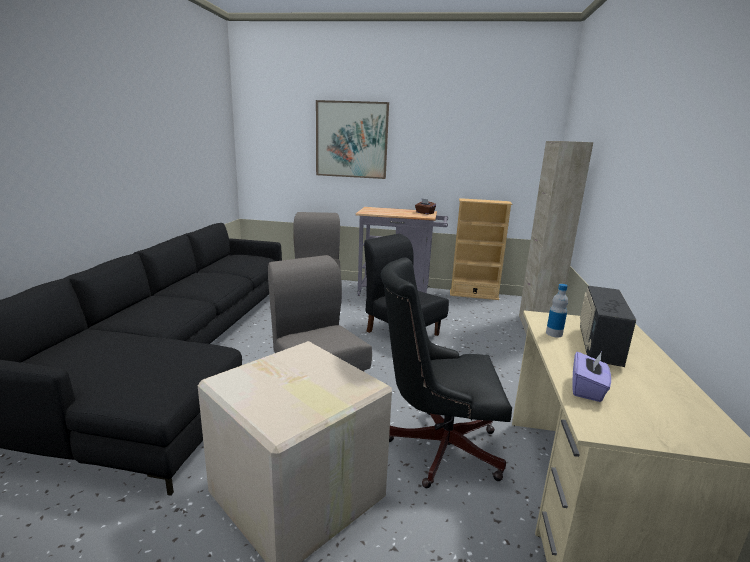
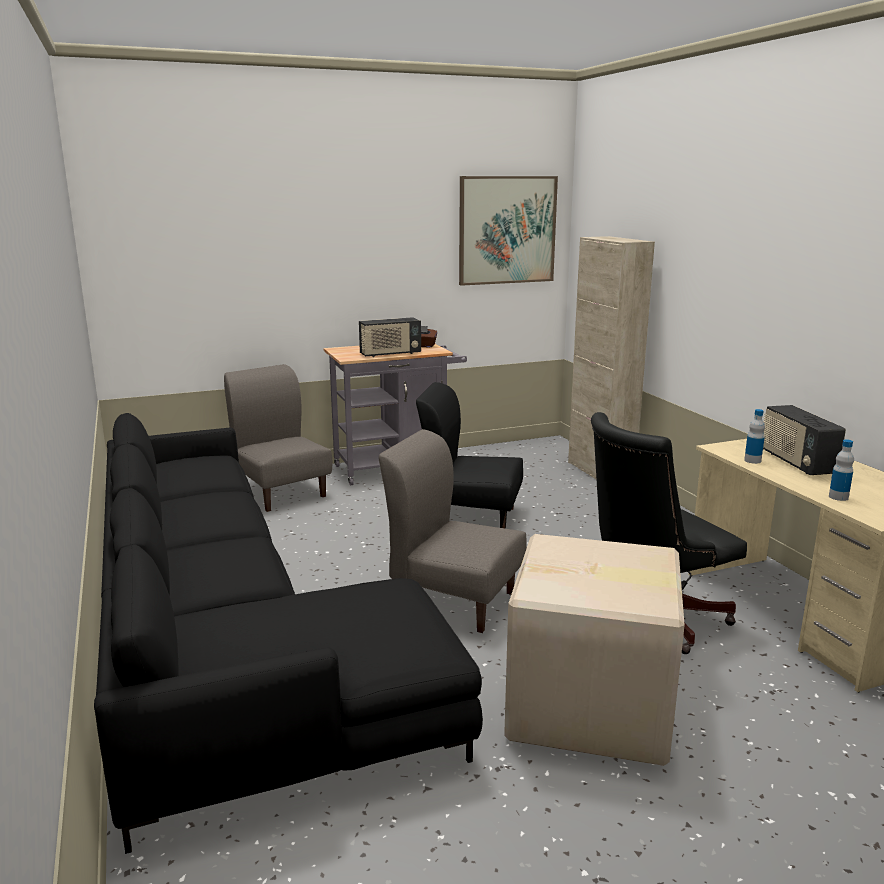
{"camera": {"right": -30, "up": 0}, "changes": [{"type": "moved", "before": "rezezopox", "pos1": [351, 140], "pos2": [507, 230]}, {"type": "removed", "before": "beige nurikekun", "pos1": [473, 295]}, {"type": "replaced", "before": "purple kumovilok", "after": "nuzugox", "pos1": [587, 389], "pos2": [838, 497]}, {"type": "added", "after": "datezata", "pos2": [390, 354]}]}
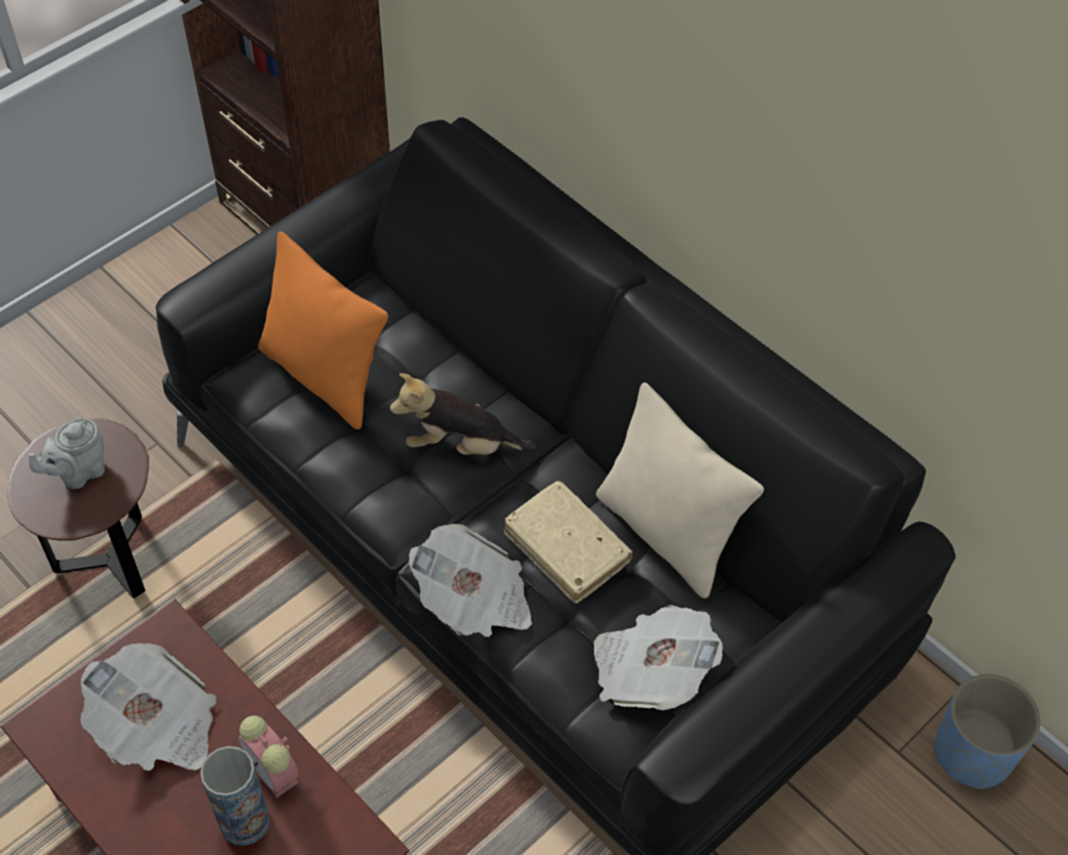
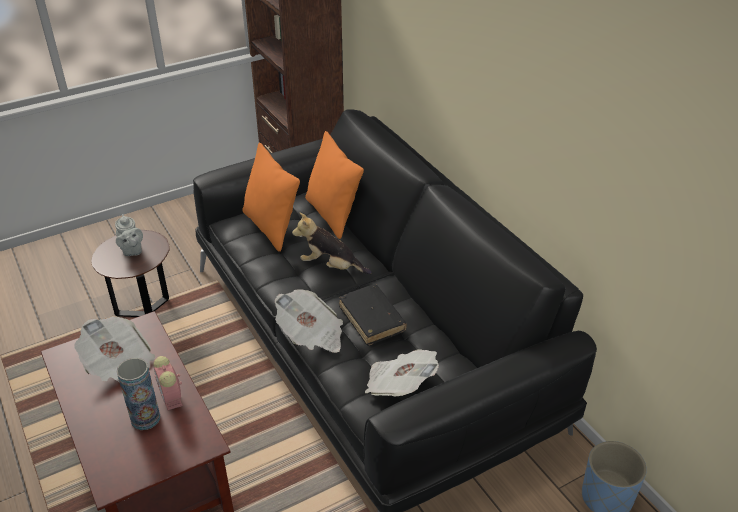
{"camera": {"right": 15, "up": -15}, "changes": [{"type": "removed", "before": "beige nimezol", "pos1": [667, 534]}, {"type": "turned", "before": "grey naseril", "pos1": [79, 473], "pos2": [131, 251], "turn": -90}, {"type": "recoloured", "before": "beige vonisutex", "after": "black vonisutex", "pos1": [567, 548], "pos2": [372, 320]}, {"type": "added", "after": "orange nimezol", "pos2": [332, 215]}]}
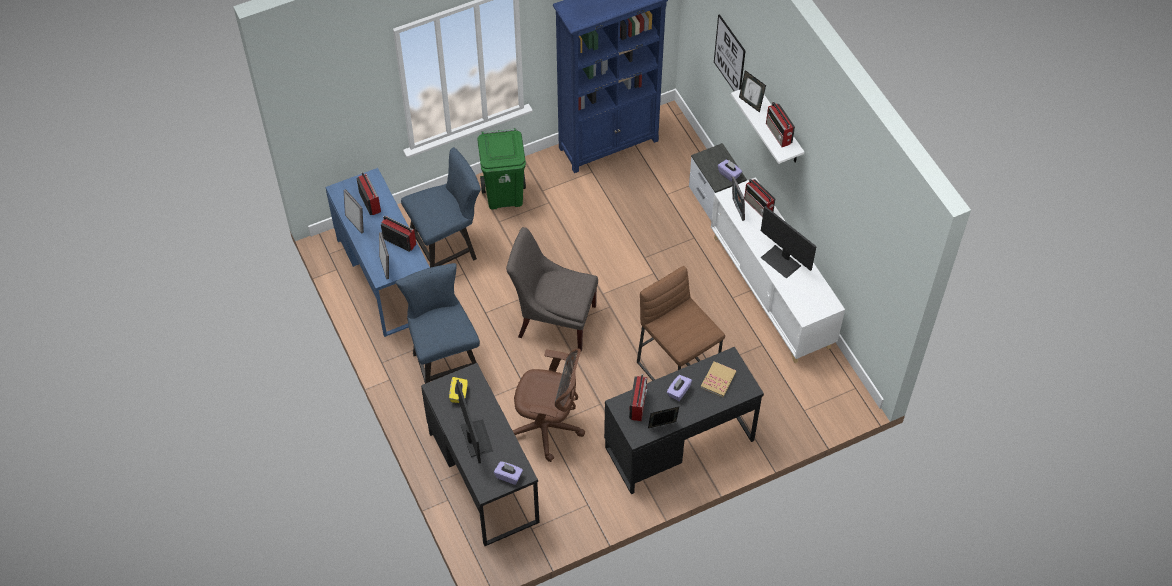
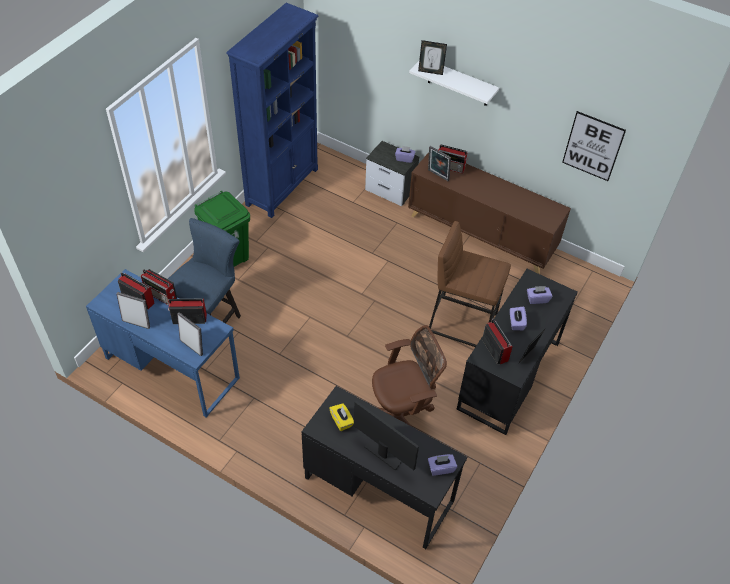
{"camera": {"right": -35, "up": -5}, "changes": [{"type": "moved", "before": "rezezopox", "pos1": [729, 56], "pos2": [593, 146]}, {"type": "moved", "before": "datezata", "pos1": [779, 134], "pos2": [161, 296]}, {"type": "recoloured", "before": "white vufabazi", "after": "brown vufabazi", "pos1": [771, 292], "pos2": [481, 234]}, {"type": "removed", "before": "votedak", "pos1": [781, 261]}, {"type": "removed", "before": "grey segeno", "pos1": [553, 319]}, {"type": "removed", "before": "blue segeno", "pos1": [444, 362]}, {"type": "replaced", "before": "vonisutex", "after": "purple kumovilok", "pos1": [718, 380], "pos2": [537, 299]}]}
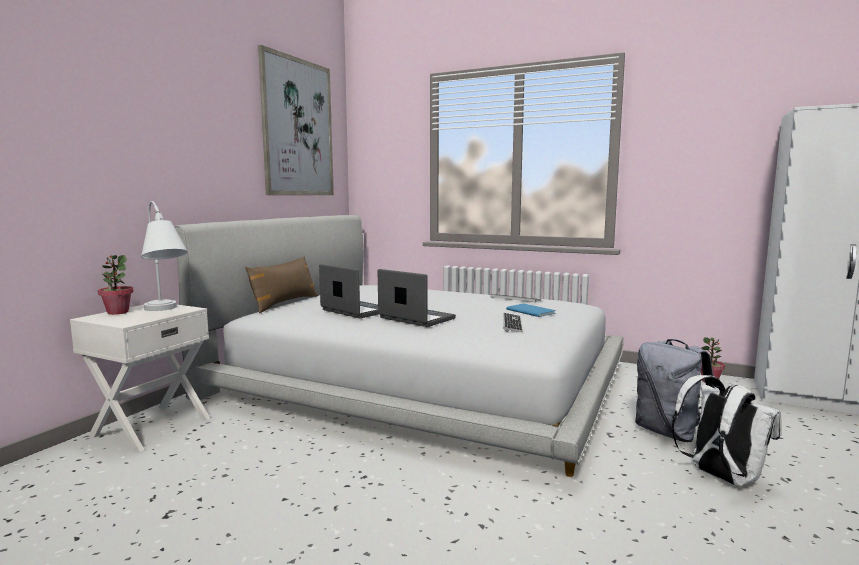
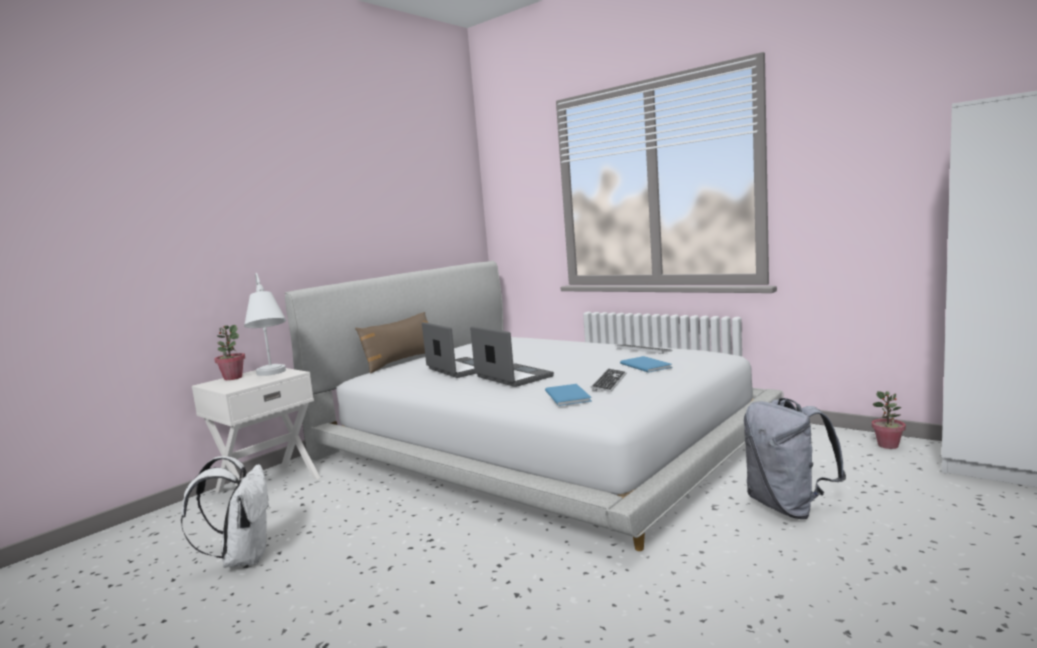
{"camera": {"right": 15, "up": 0}, "changes": [{"type": "removed", "before": "rezezopox", "pos1": [298, 128]}, {"type": "moved", "before": "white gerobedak", "pos1": [719, 476], "pos2": [243, 558]}, {"type": "added", "after": "blue vonisutex", "pos2": [569, 395]}]}
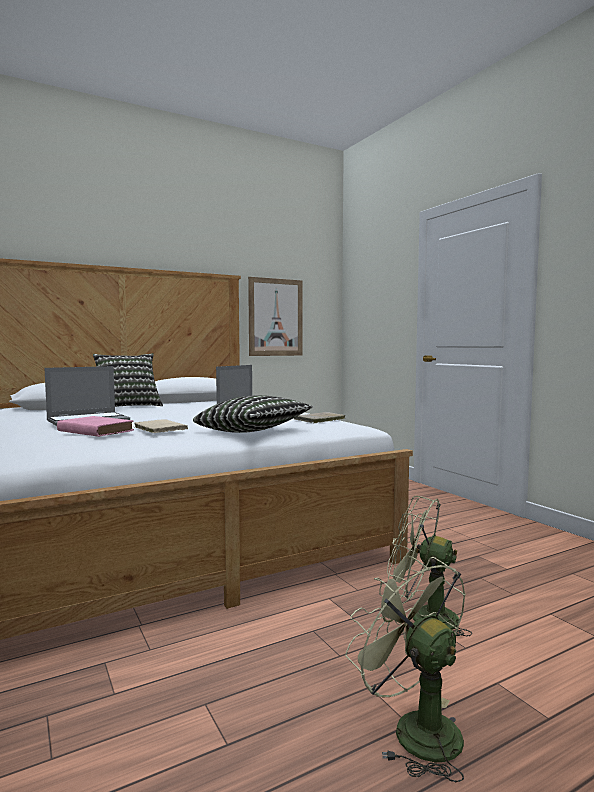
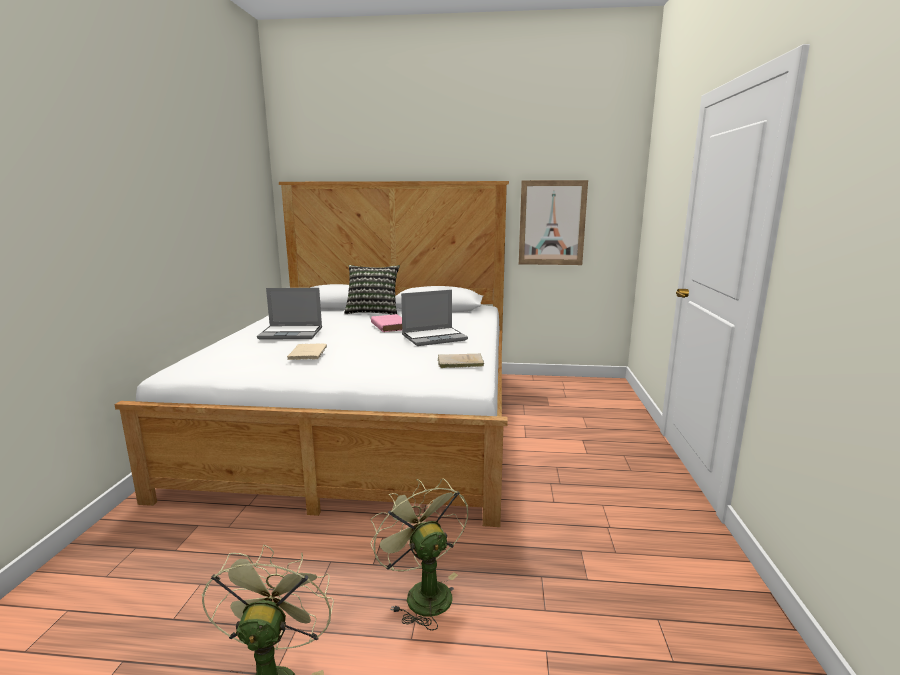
{"camera": {"right": 35, "up": 10}, "changes": [{"type": "removed", "before": "nimezol", "pos1": [252, 432]}, {"type": "moved", "before": "pink vonisutex", "pos1": [94, 431], "pos2": [389, 326]}]}
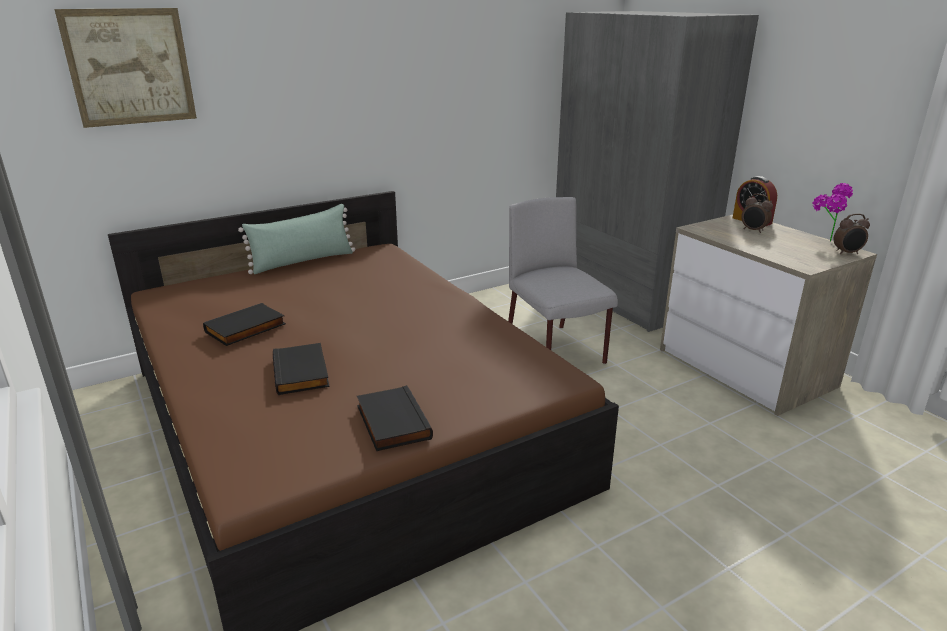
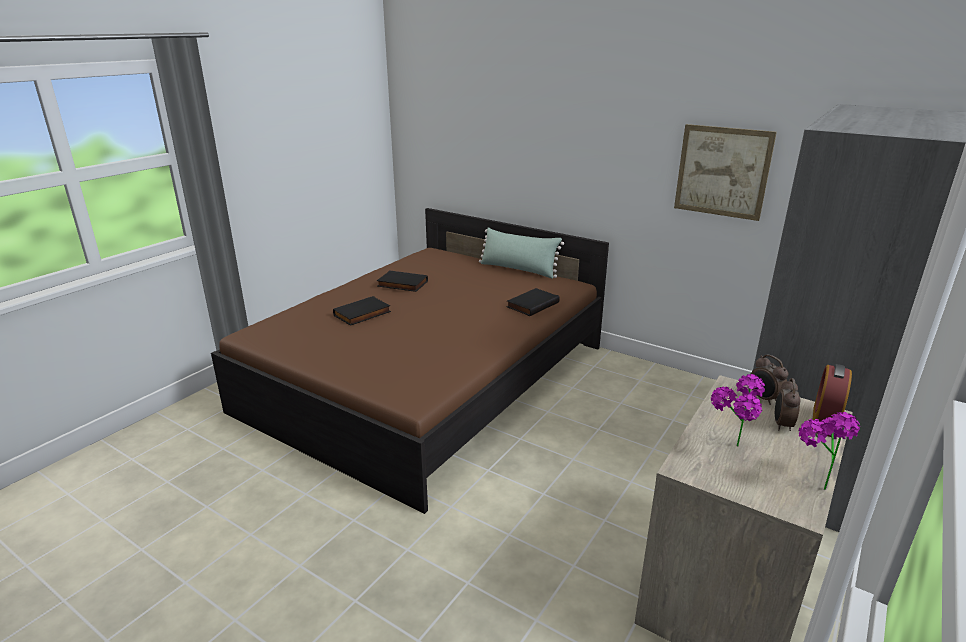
{"camera": {"right": 65, "up": 0}, "changes": [{"type": "moved", "before": "rezezopox", "pos1": [130, 67], "pos2": [722, 172]}, {"type": "removed", "before": "grey segeno", "pos1": [555, 351]}, {"type": "moved", "before": "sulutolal", "pos1": [847, 253], "pos2": [763, 399]}, {"type": "moved", "before": "black vonisutex", "pos1": [391, 422], "pos2": [532, 304]}, {"type": "added", "after": "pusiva", "pos2": [730, 449]}]}
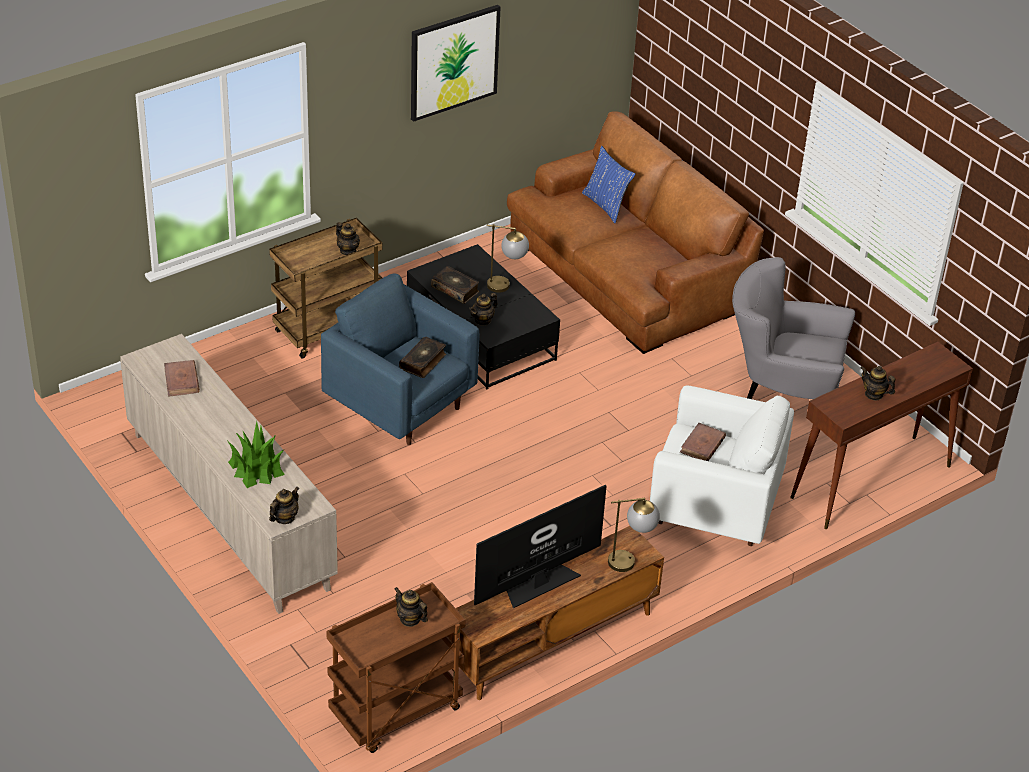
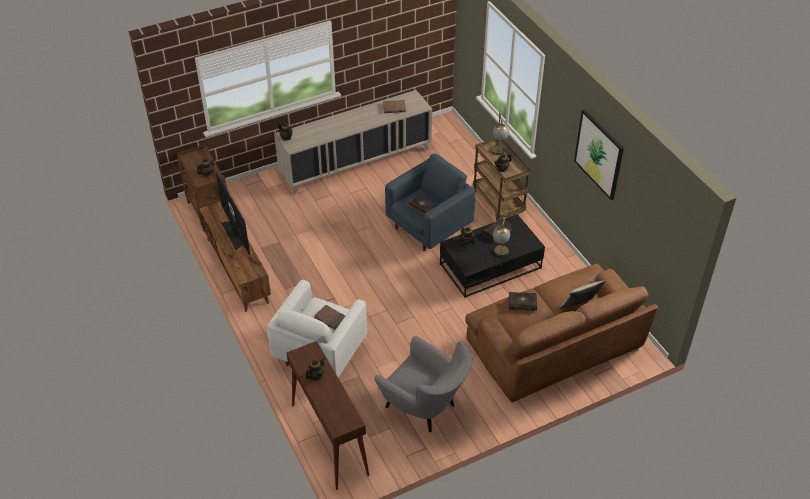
{"camera": {"right": 100, "up": 5}, "changes": [{"type": "recoloured", "before": "blue nimezol", "after": "beige nimezol", "pos1": [606, 205], "pos2": [580, 306]}, {"type": "turned", "before": "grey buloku", "pos1": [781, 391], "pos2": [425, 408], "turn": 105}, {"type": "removed", "before": "pusiva", "pos1": [256, 468]}, {"type": "moved", "before": "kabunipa", "pos1": [630, 561], "pos2": [498, 154]}, {"type": "added", "after": "vonisutex", "pos2": [522, 304]}]}
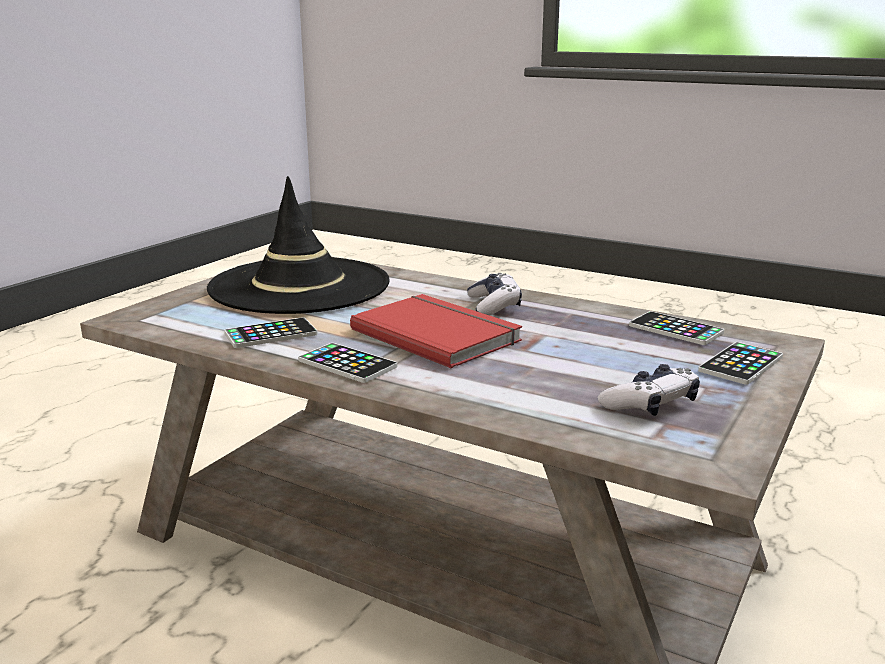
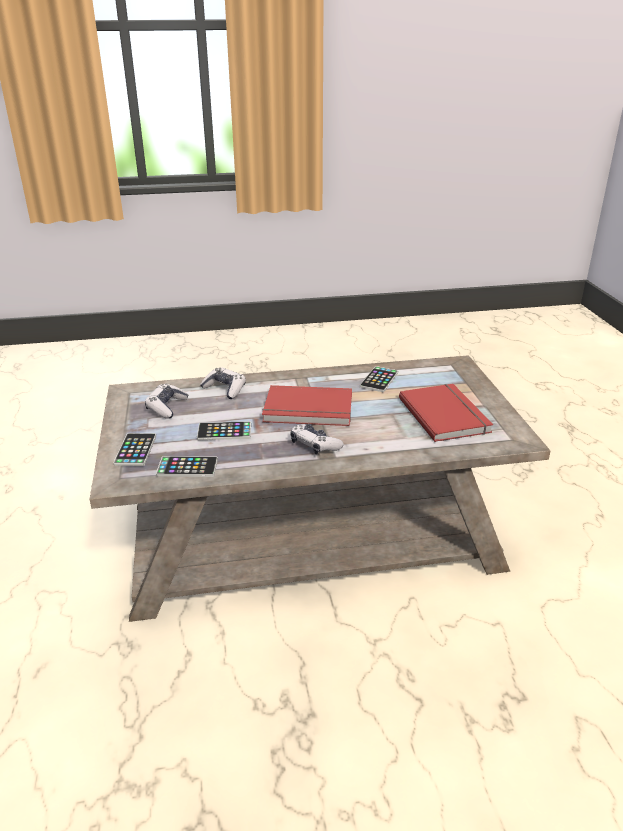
{"camera": {"right": 140, "up": 10}, "changes": [{"type": "replaced", "before": "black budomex", "after": "red vonisutex", "pos1": [299, 286], "pos2": [446, 414]}, {"type": "moved", "before": "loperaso", "pos1": [347, 364], "pos2": [224, 432]}, {"type": "added", "after": "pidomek", "pos2": [225, 389]}]}
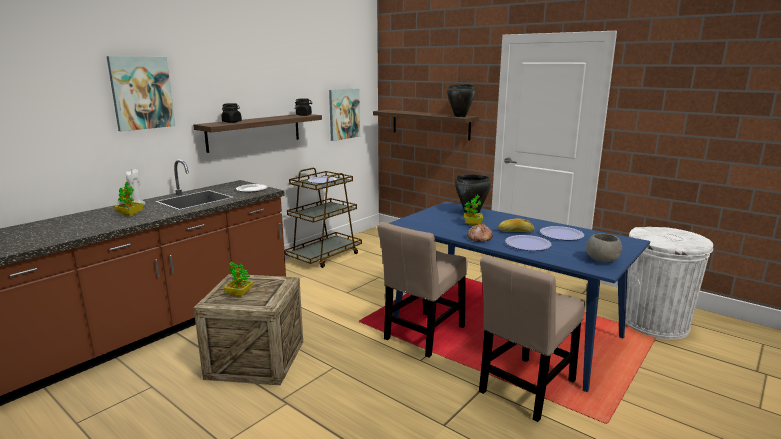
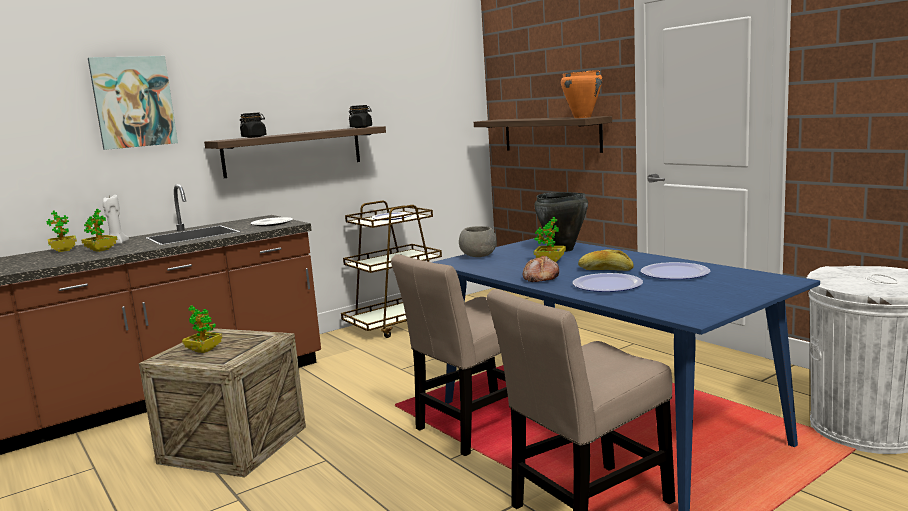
{"camera": {"right": 15, "up": -5}, "changes": [{"type": "recoloured", "before": "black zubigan", "after": "orange zubigan", "pos1": [460, 116], "pos2": [583, 117]}, {"type": "removed", "before": "rezezopox", "pos1": [344, 114]}, {"type": "moved", "before": "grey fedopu", "pos1": [602, 260], "pos2": [478, 256]}, {"type": "added", "after": "pusiva", "pos2": [64, 250]}]}
